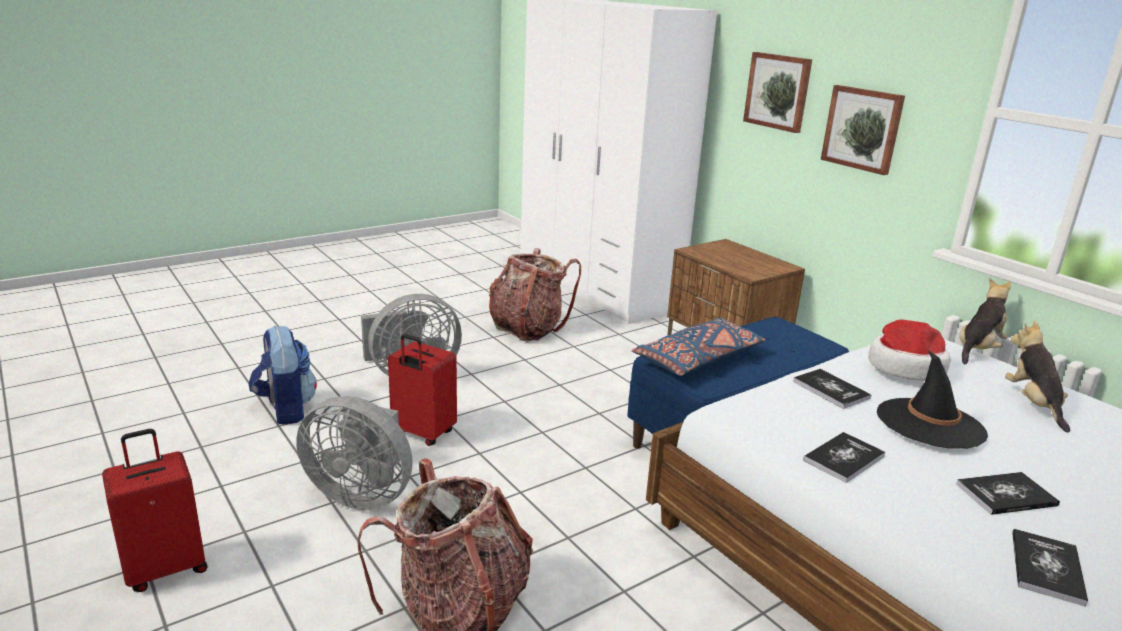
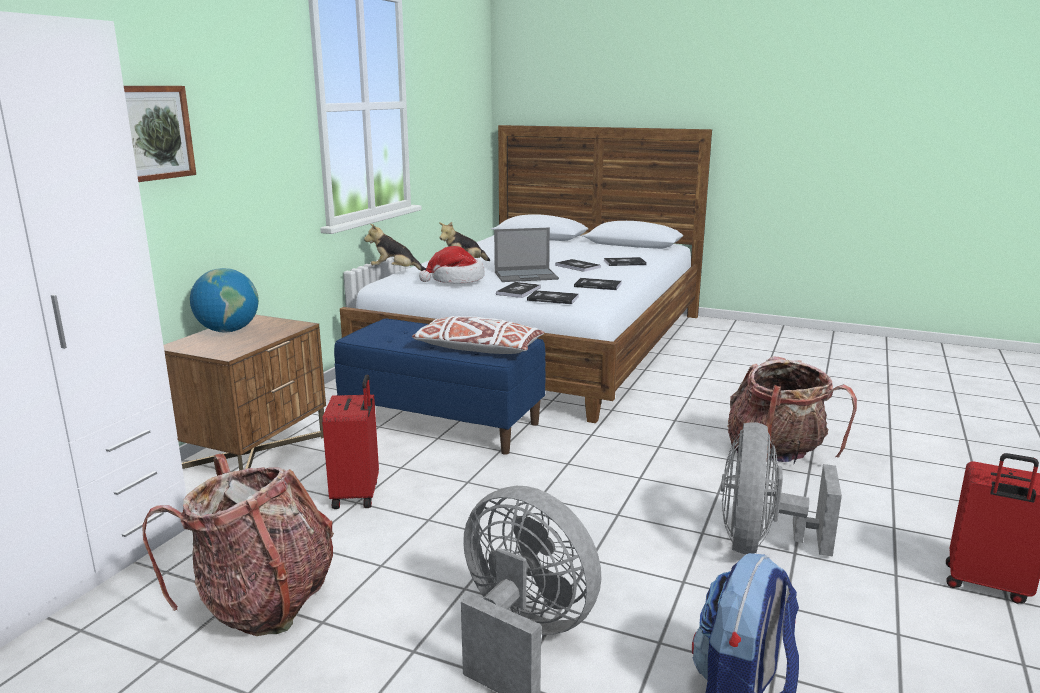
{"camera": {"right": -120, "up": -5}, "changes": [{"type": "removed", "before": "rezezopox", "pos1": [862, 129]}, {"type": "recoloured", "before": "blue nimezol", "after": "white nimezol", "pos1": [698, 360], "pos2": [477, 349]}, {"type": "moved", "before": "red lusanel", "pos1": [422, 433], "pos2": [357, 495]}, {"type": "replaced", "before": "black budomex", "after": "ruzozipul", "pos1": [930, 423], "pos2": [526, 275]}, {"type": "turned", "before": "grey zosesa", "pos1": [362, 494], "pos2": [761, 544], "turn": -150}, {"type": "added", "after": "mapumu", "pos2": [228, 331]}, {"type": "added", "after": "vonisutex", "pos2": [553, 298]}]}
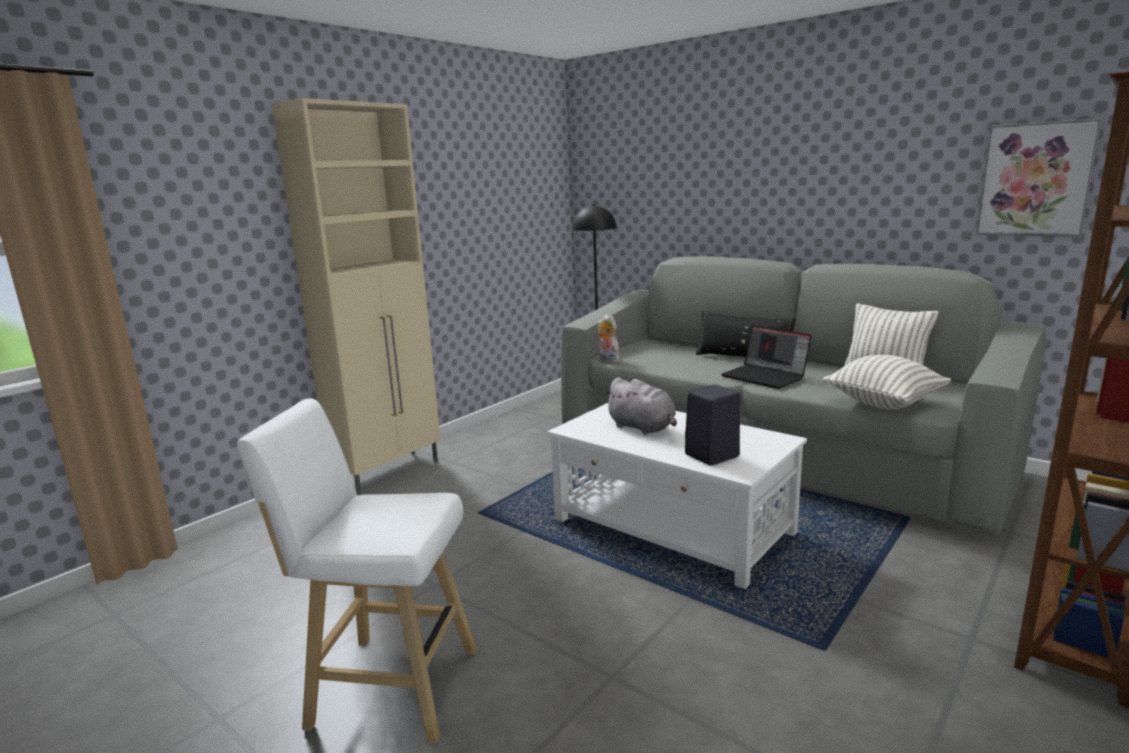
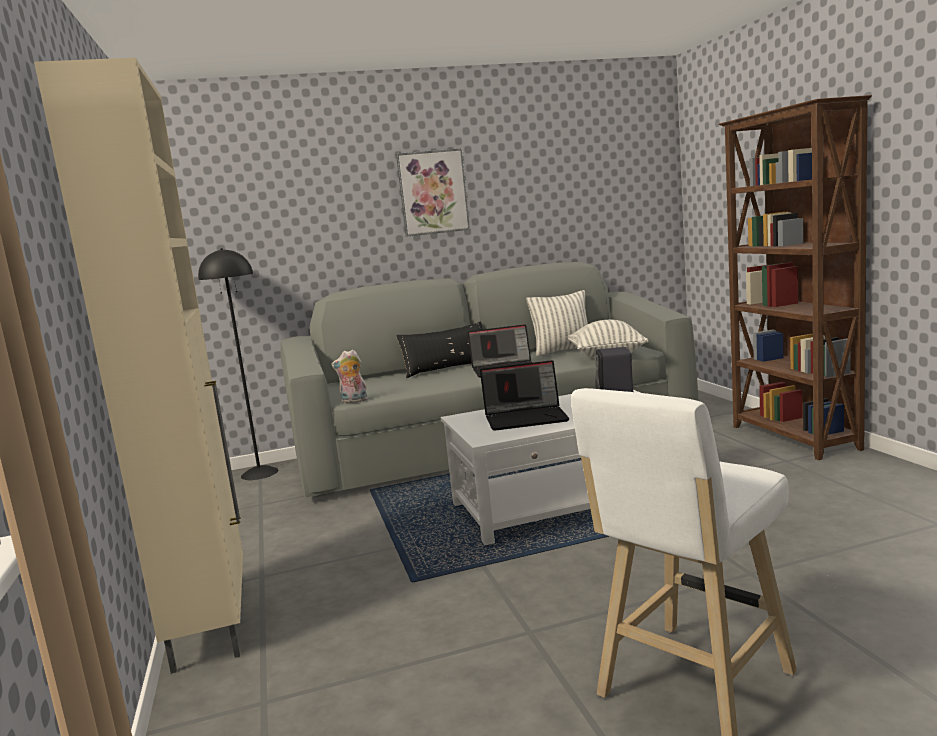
{"camera": {"right": -55, "up": -5}, "changes": [{"type": "moved", "before": "rezezopox", "pos1": [1035, 180], "pos2": [433, 192]}, {"type": "replaced", "before": "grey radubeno", "after": "ruzozipul", "pos1": [643, 428], "pos2": [527, 418]}]}
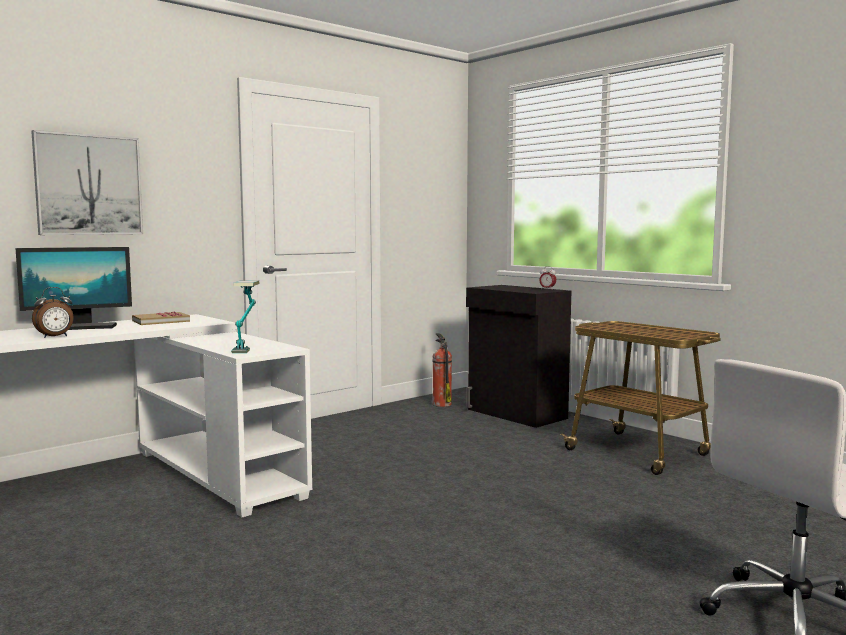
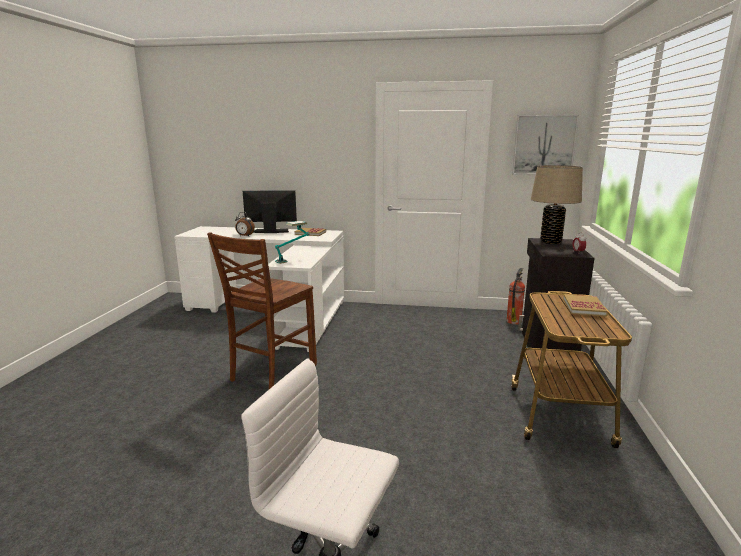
{"camera": {"right": 50, "up": 10}, "changes": [{"type": "moved", "before": "rezezopox", "pos1": [88, 185], "pos2": [544, 145]}, {"type": "turned", "before": "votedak", "pos1": [79, 328], "pos2": [271, 231], "turn": 150}, {"type": "added", "after": "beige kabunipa", "pos2": [550, 242]}, {"type": "added", "after": "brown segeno", "pos2": [271, 373]}, {"type": "added", "after": "vonisutex", "pos2": [584, 307]}]}
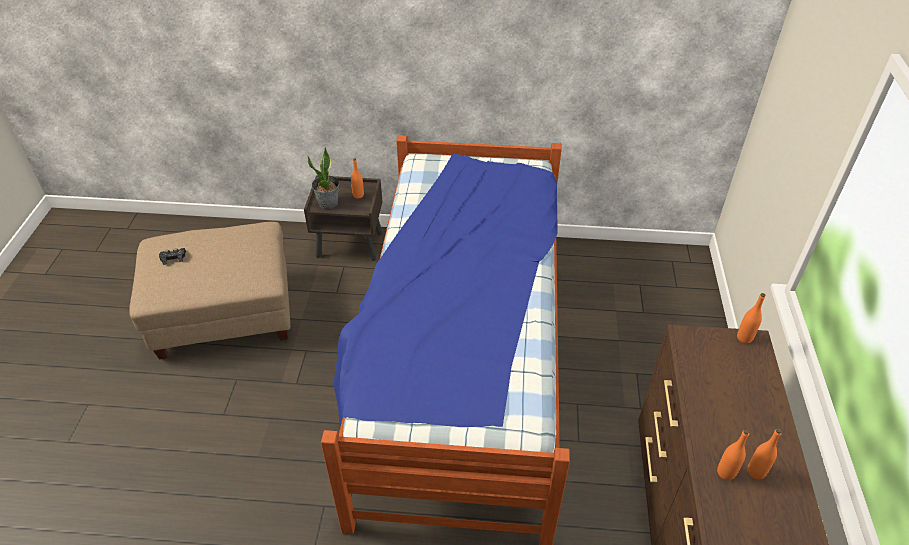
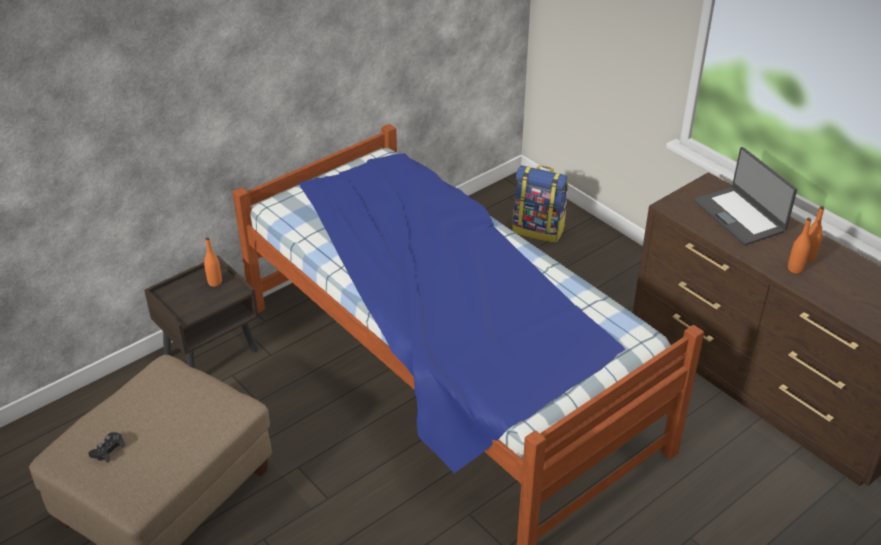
{"camera": {"right": -45, "up": -5}, "changes": [{"type": "removed", "before": "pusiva", "pos1": [328, 203]}, {"type": "removed", "before": "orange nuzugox", "pos1": [744, 338]}, {"type": "added", "after": "ruzozipul", "pos2": [740, 216]}, {"type": "added", "after": "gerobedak", "pos2": [539, 229]}]}
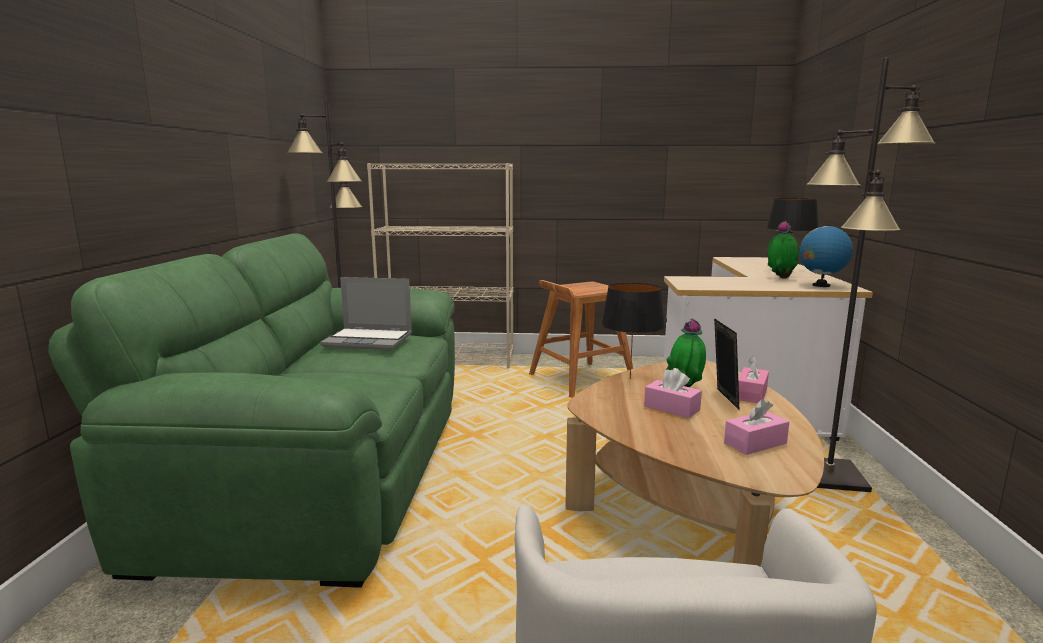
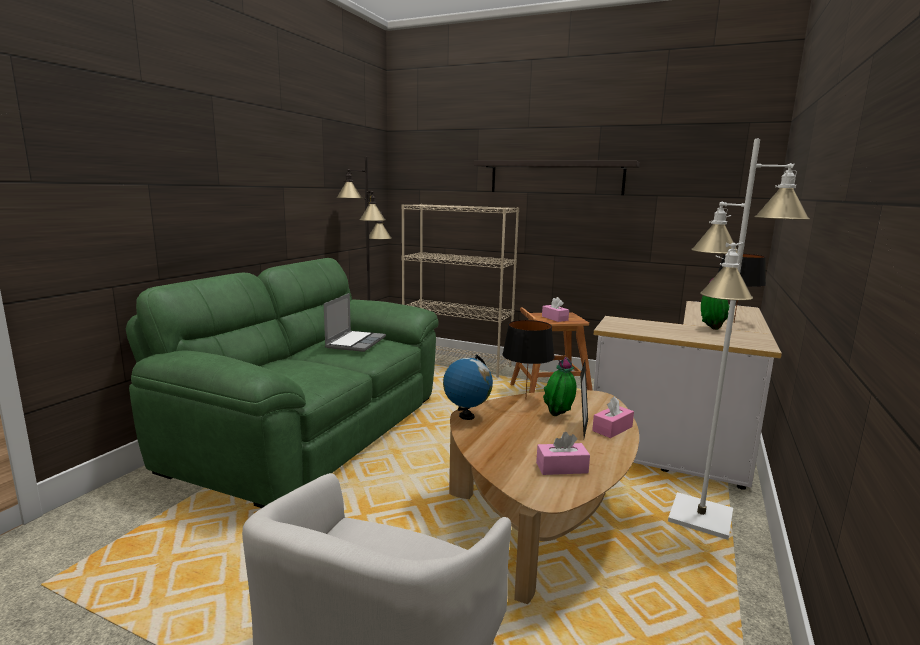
{"camera": {"right": 20, "up": 0}, "changes": [{"type": "recoloured", "before": "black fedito", "after": "white fedito", "pos1": [829, 477], "pos2": [701, 518]}, {"type": "moved", "before": "mapumu", "pos1": [820, 285], "pos2": [466, 416]}, {"type": "turned", "before": "ruzozipul", "pos1": [369, 340], "pos2": [355, 342], "turn": -105}, {"type": "moved", "before": "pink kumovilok", "pos1": [671, 408], "pos2": [554, 318]}, {"type": "added", "after": "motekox", "pos2": [555, 177]}]}
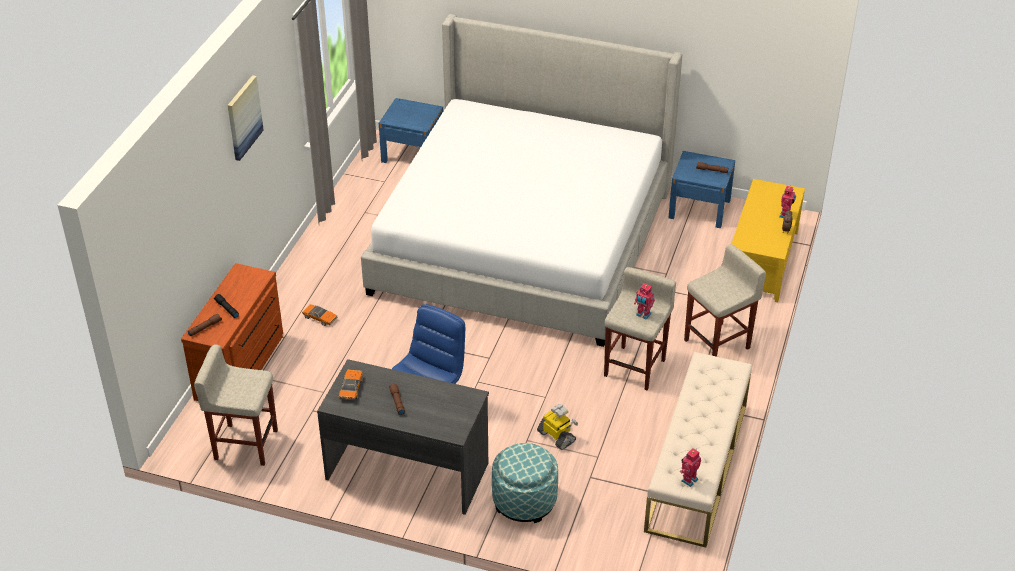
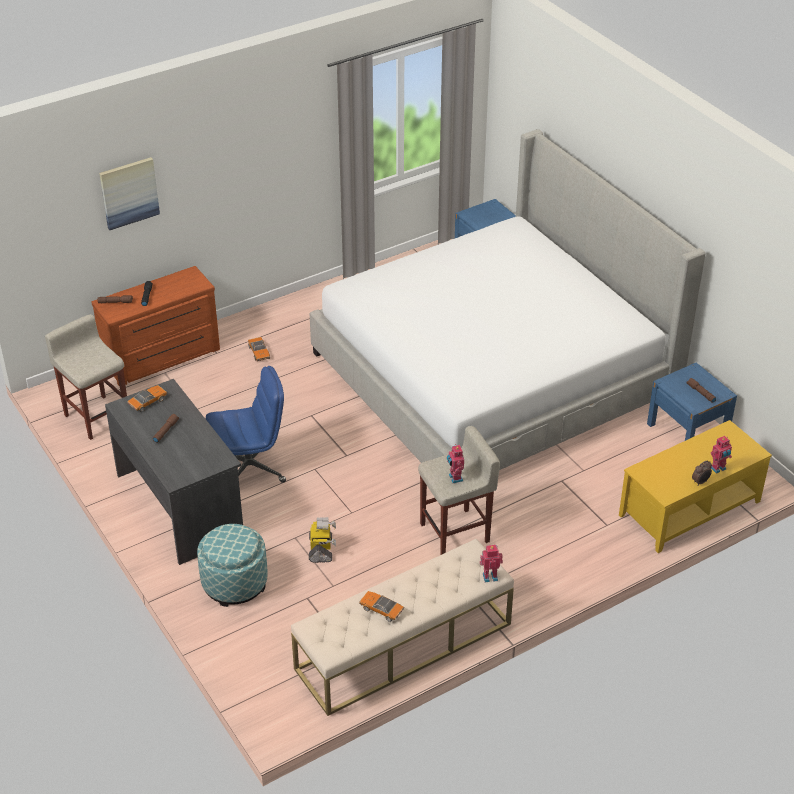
{"camera": {"right": 40, "up": 0}, "changes": [{"type": "moved", "before": "rezezopox", "pos1": [243, 117], "pos2": [129, 192]}, {"type": "removed", "before": "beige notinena", "pos1": [718, 344]}, {"type": "moved", "before": "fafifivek", "pos1": [688, 479], "pos2": [490, 576]}, {"type": "added", "after": "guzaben", "pos2": [381, 609]}]}
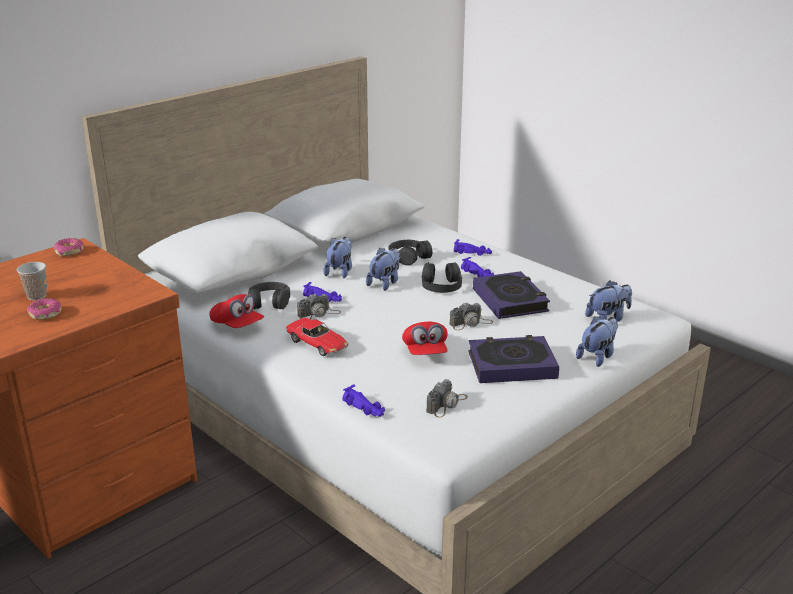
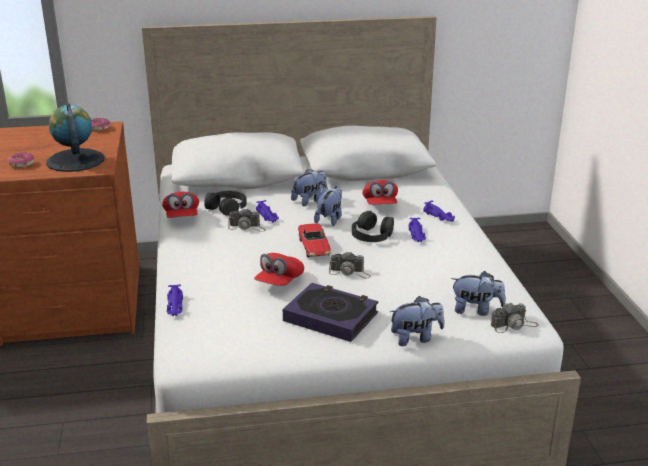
{"camera": {"right": 35, "up": 0}, "changes": [{"type": "replaced", "before": "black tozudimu", "after": "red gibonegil", "pos1": [409, 257], "pos2": [380, 205]}, {"type": "turned", "before": "radubeno", "pos1": [385, 283], "pos2": [330, 219], "turn": -45}, {"type": "removed", "before": "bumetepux", "pos1": [36, 296]}, {"type": "removed", "before": "vonisutex", "pos1": [510, 300]}, {"type": "moved", "before": "guzaben", "pos1": [317, 344], "pos2": [314, 247]}, {"type": "moved", "before": "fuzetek", "pos1": [447, 404], "pos2": [514, 325]}, {"type": "added", "after": "mapumu", "pos2": [75, 160]}]}
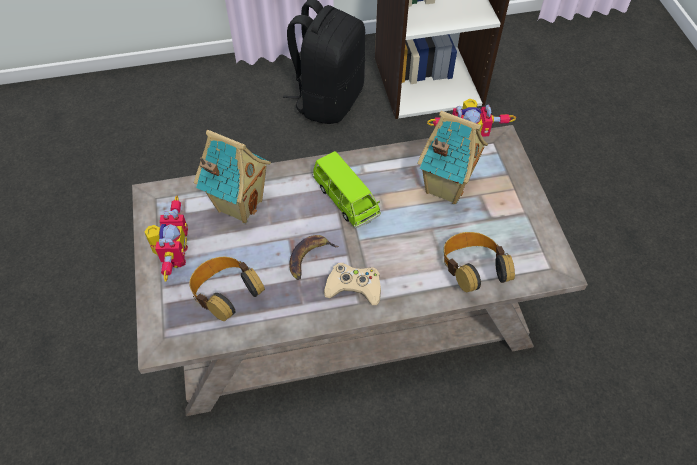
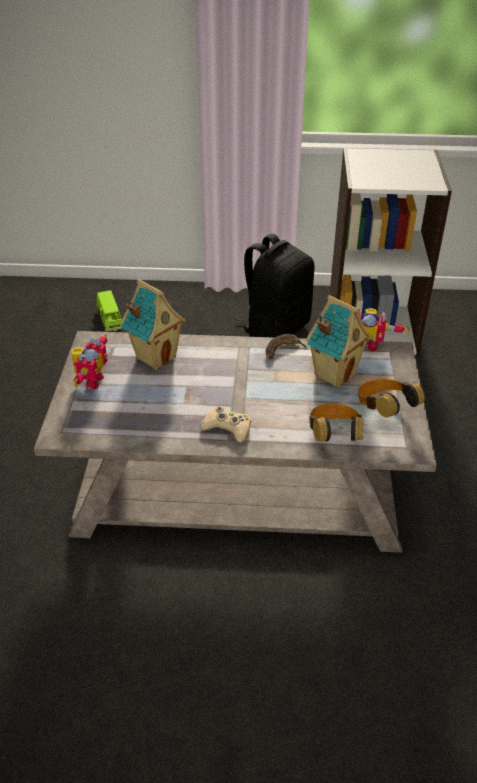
{"camera": {"right": 15, "up": -15}, "changes": [{"type": "moved", "before": "green guzaben", "pos1": [346, 199], "pos2": [110, 320]}, {"type": "moved", "before": "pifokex", "pos1": [309, 258], "pos2": [282, 349]}, {"type": "moved", "before": "tozudimu", "pos1": [226, 295], "pos2": [384, 409]}]}
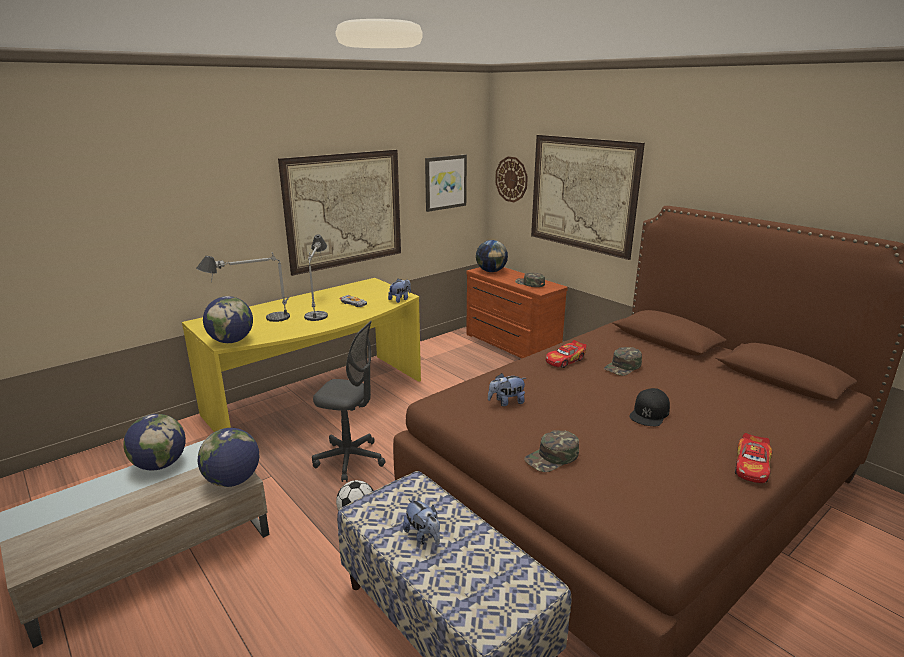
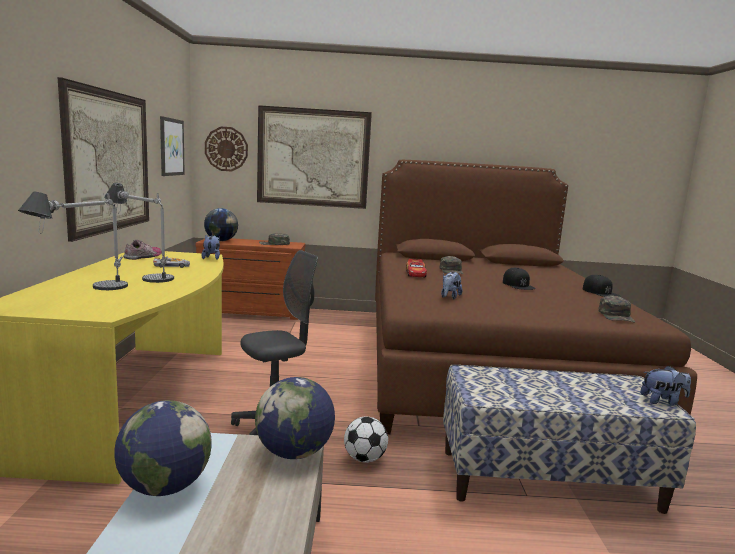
{"camera": {"right": -50, "up": -10}, "changes": [{"type": "removed", "before": "mapumu", "pos1": [231, 341]}, {"type": "moved", "before": "green gibonegil", "pos1": [552, 457], "pos2": [616, 316]}, {"type": "replaced", "before": "guzaben", "after": "black gibonegil", "pos1": [752, 466], "pos2": [600, 292]}, {"type": "moved", "before": "radubeno", "pos1": [423, 536], "pos2": [663, 401]}, {"type": "added", "after": "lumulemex", "pos2": [144, 257]}]}
